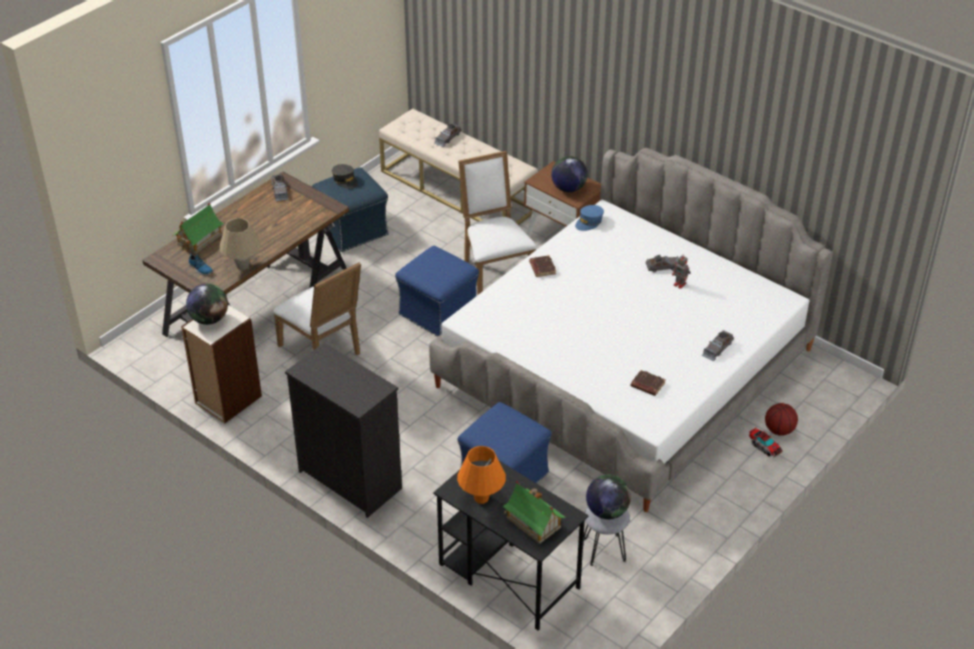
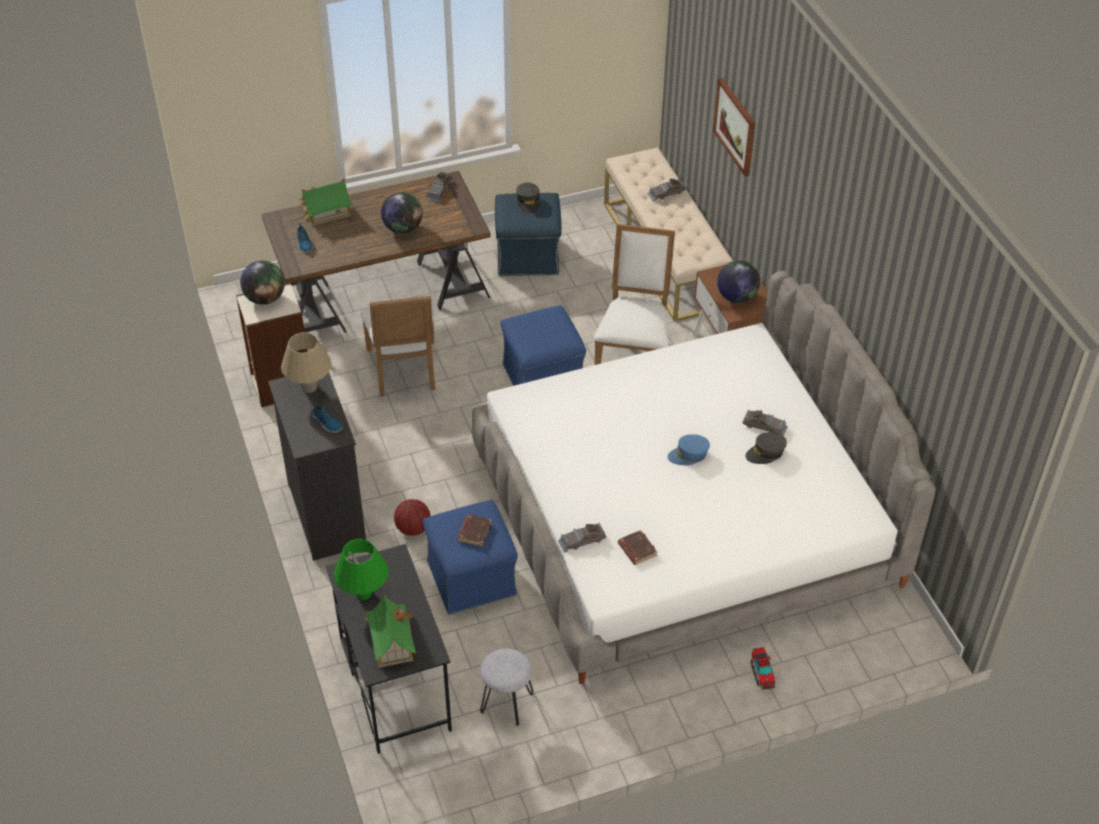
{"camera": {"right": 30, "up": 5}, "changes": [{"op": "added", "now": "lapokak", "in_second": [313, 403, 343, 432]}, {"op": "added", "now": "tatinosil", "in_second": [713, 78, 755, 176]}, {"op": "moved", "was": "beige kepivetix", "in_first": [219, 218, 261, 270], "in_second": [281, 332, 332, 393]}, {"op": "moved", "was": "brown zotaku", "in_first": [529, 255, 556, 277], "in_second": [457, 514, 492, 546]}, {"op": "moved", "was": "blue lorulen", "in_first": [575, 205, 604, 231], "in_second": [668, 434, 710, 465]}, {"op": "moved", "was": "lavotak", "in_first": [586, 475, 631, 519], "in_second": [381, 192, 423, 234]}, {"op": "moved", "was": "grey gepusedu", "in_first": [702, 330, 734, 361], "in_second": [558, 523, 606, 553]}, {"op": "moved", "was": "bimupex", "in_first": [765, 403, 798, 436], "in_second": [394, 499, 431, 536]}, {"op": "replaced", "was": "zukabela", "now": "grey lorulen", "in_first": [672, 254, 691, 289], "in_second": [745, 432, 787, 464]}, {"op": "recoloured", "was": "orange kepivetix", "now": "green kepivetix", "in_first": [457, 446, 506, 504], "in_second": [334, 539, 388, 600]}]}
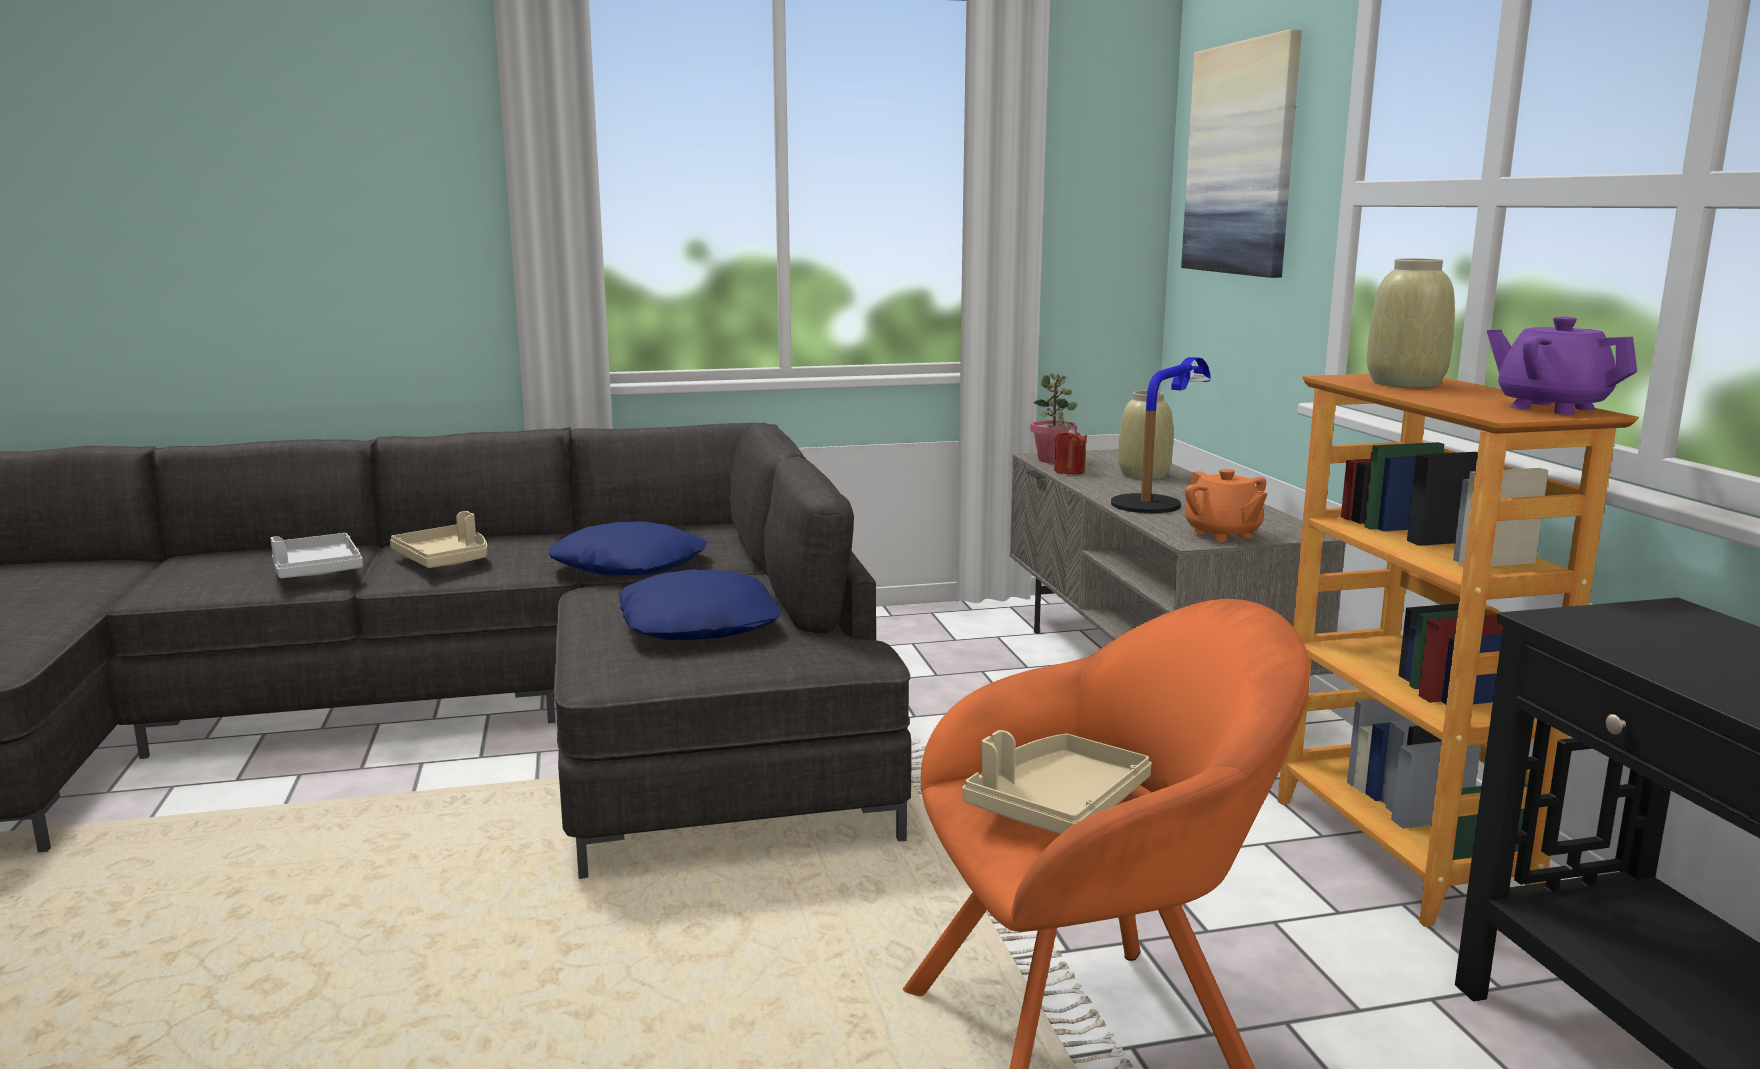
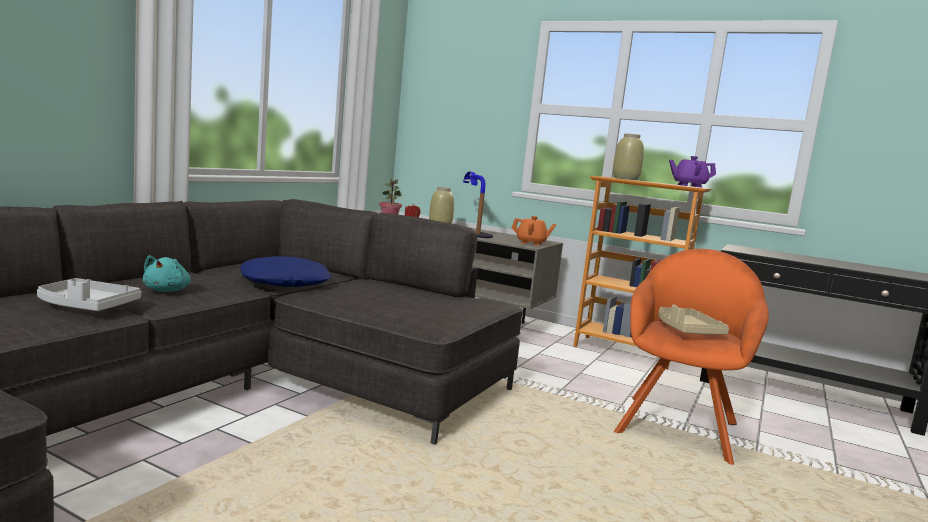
{"camera": {"right": -50, "up": -5}, "changes": [{"op": "removed", "was": "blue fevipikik", "in_first": [618, 569, 780, 640]}, {"op": "removed", "was": "tatinosil", "in_first": [1181, 29, 1302, 278]}, {"op": "replaced", "was": "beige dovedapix", "now": "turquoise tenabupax", "in_first": [390, 511, 488, 568], "in_second": [143, 255, 191, 292]}]}
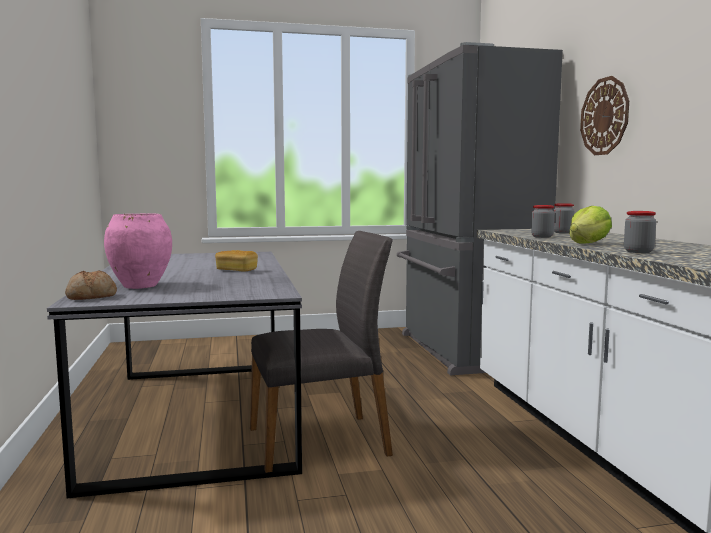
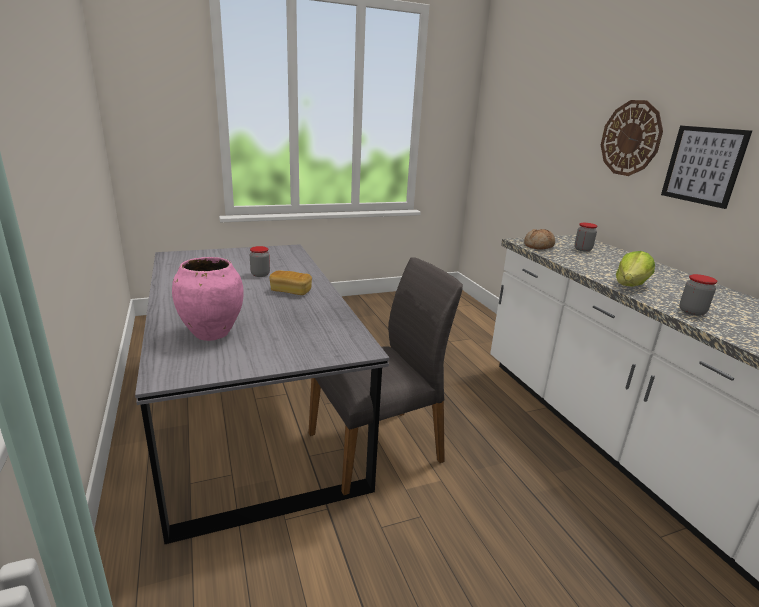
{"camera": {"right": -10, "up": 15}, "changes": [{"op": "removed", "was": "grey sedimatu", "in_first": [397, 42, 563, 375]}, {"op": "added", "now": "tatinosil", "in_second": [661, 126, 752, 209]}, {"op": "moved", "was": "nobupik", "in_first": [65, 271, 117, 300], "in_second": [524, 229, 555, 249]}, {"op": "moved", "was": "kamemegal", "in_first": [531, 205, 555, 238], "in_second": [250, 246, 270, 277]}]}
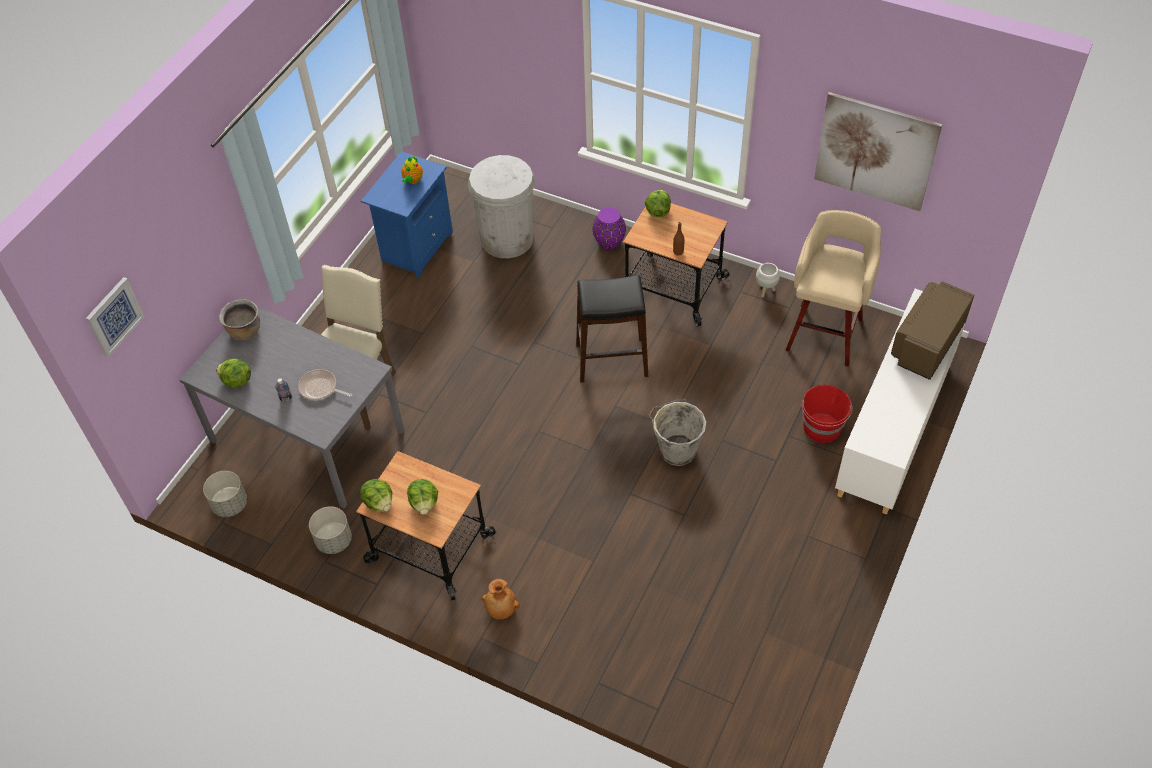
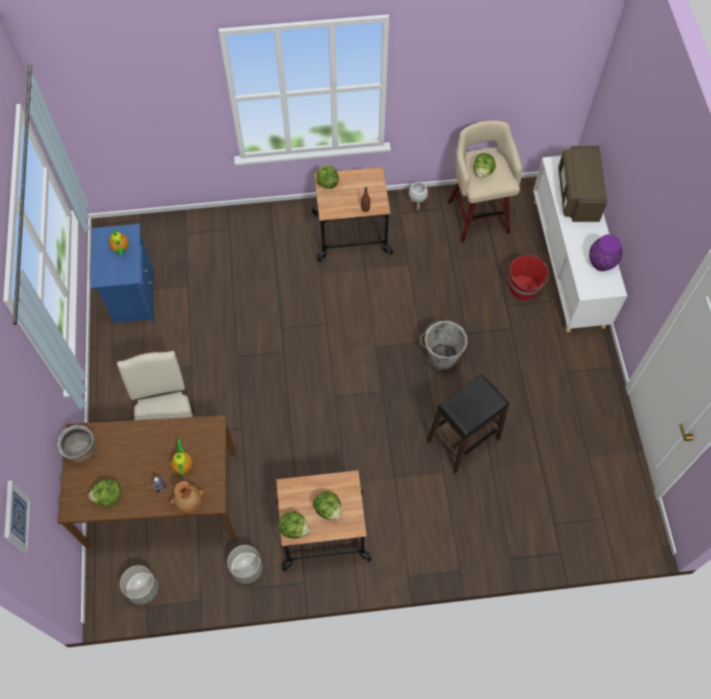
{"camera": {"right": -35, "up": 10}, "changes": [{"op": "removed", "was": "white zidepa", "in_first": [468, 155, 535, 258]}, {"op": "removed", "was": "tatinosil", "in_first": [814, 92, 943, 211]}, {"op": "added", "now": "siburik", "in_second": [474, 153, 496, 178]}, {"op": "moved", "was": "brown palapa", "in_first": [481, 579, 520, 619], "in_second": [170, 481, 205, 514]}, {"op": "moved", "was": "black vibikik", "in_first": [576, 275, 648, 383], "in_second": [427, 374, 509, 473]}, {"op": "moved", "was": "purple palapa", "in_first": [593, 207, 626, 249], "in_second": [589, 234, 622, 271]}, {"op": "replaced", "was": "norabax", "now": "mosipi", "in_first": [298, 369, 352, 401], "in_second": [171, 439, 193, 477]}, {"op": "recoloured", "was": "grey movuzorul", "now": "brown movuzorul", "in_first": [179, 306, 404, 509], "in_second": [58, 415, 236, 548]}]}
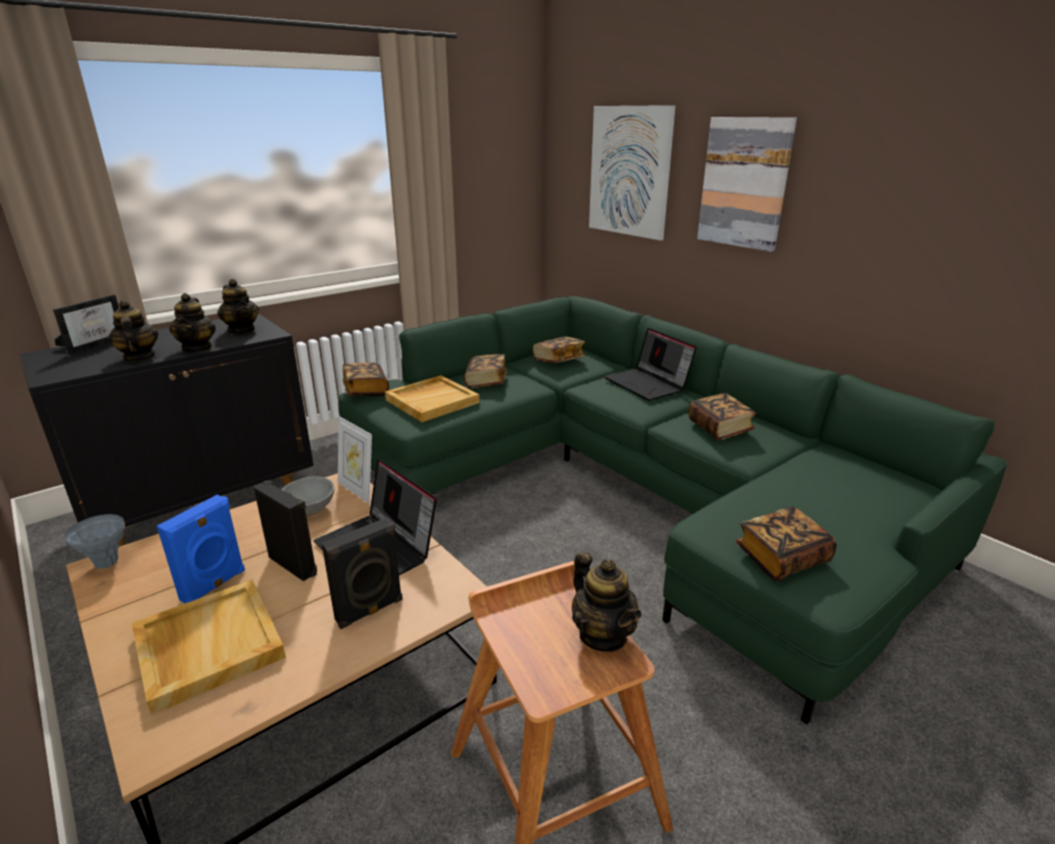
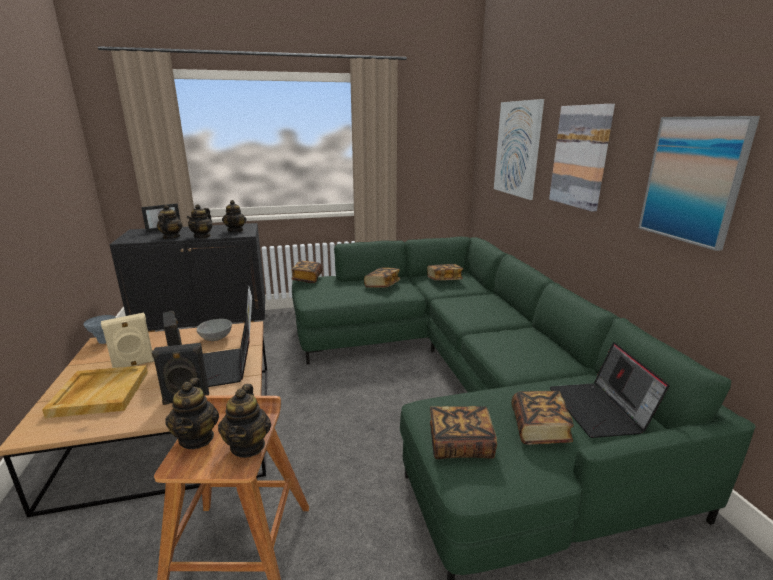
{"camera": {"right": 25, "up": -5}, "changes": [{"op": "removed", "was": "beige dovedapix", "in_first": [385, 375, 480, 422]}, {"op": "added", "now": "mosipi", "in_second": [165, 378, 219, 449]}, {"op": "added", "now": "tatinosil", "in_second": [639, 116, 760, 251]}, {"op": "moved", "was": "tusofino", "in_first": [604, 328, 697, 401], "in_second": [549, 342, 669, 438]}, {"op": "moved", "was": "zotaku", "in_first": [688, 393, 756, 440], "in_second": [511, 391, 574, 445]}, {"op": "recoloured", "was": "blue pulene", "now": "beige pulene", "in_first": [157, 494, 245, 603], "in_second": [101, 313, 154, 368]}]}
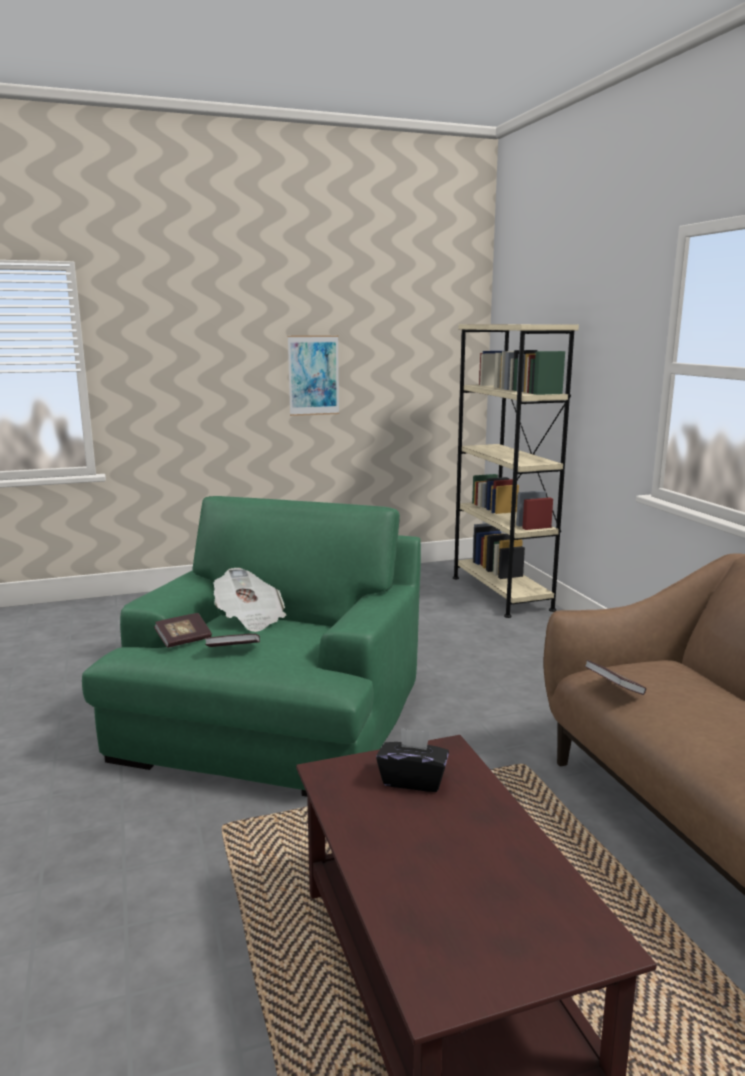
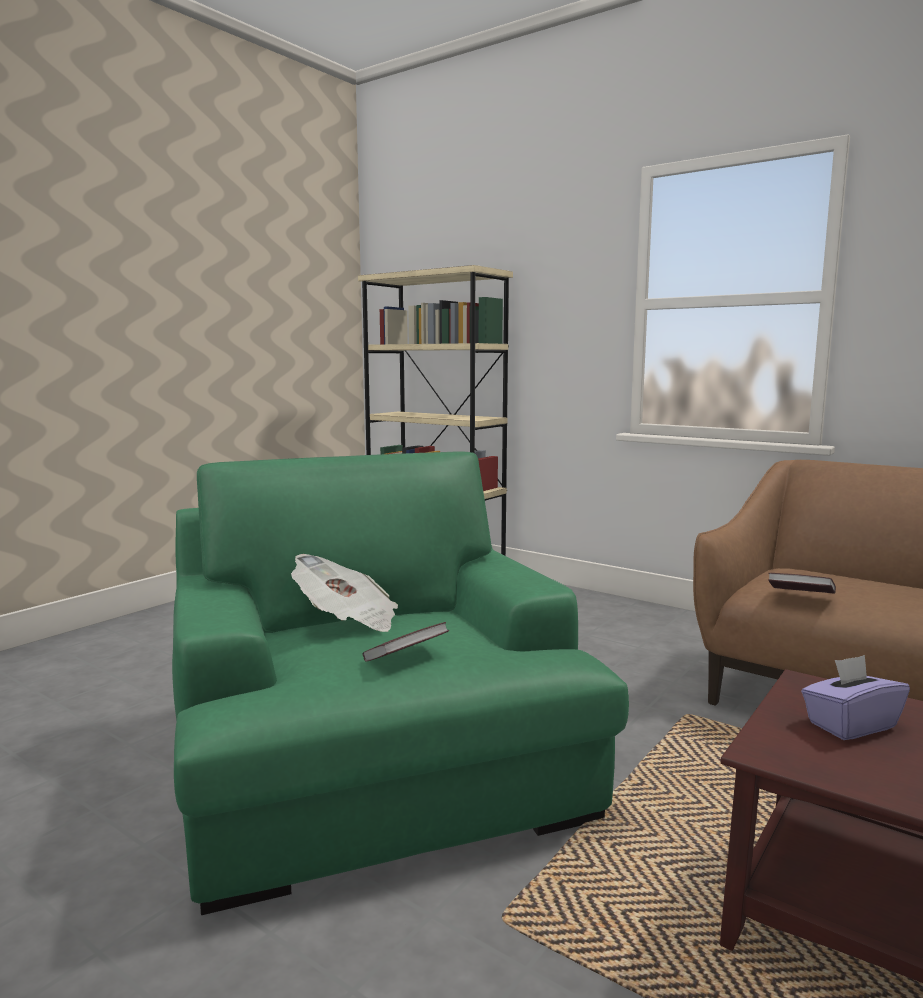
{"camera": {"right": -35, "up": -5}, "changes": [{"op": "removed", "was": "zotaku", "in_first": [154, 613, 212, 648]}, {"op": "removed", "was": "tatinosil", "in_first": [288, 335, 339, 416]}, {"op": "recoloured", "was": "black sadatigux", "now": "purple sadatigux", "in_first": [376, 728, 449, 792], "in_second": [801, 655, 910, 740]}]}
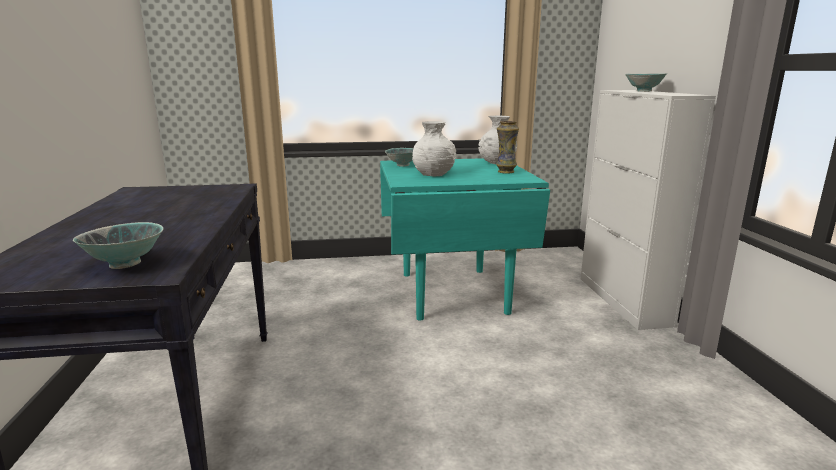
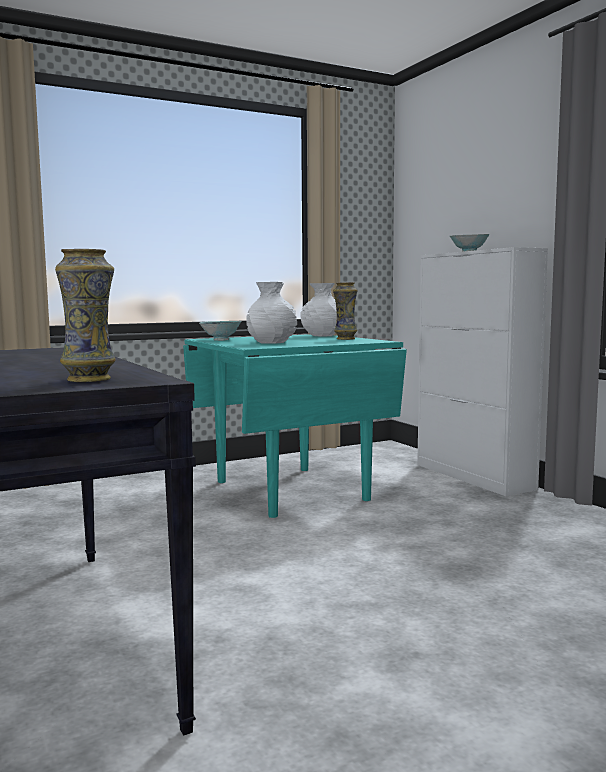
{"camera": {"right": -20, "up": -10}, "changes": [{"op": "replaced", "was": "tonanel", "now": "palapa", "in_first": [73, 222, 164, 269], "in_second": [55, 249, 116, 382]}]}
